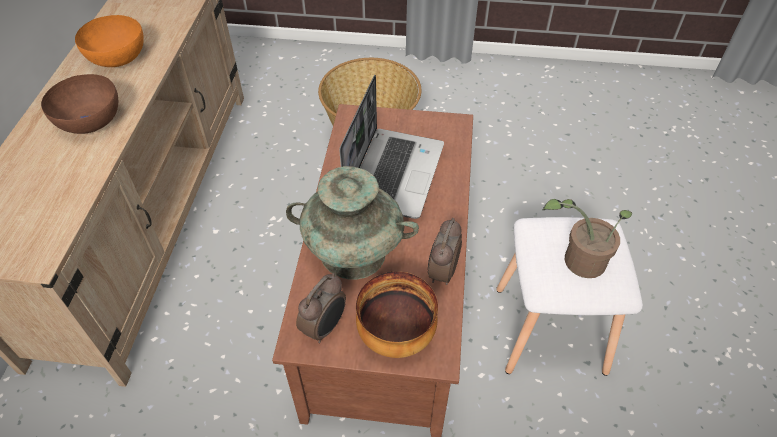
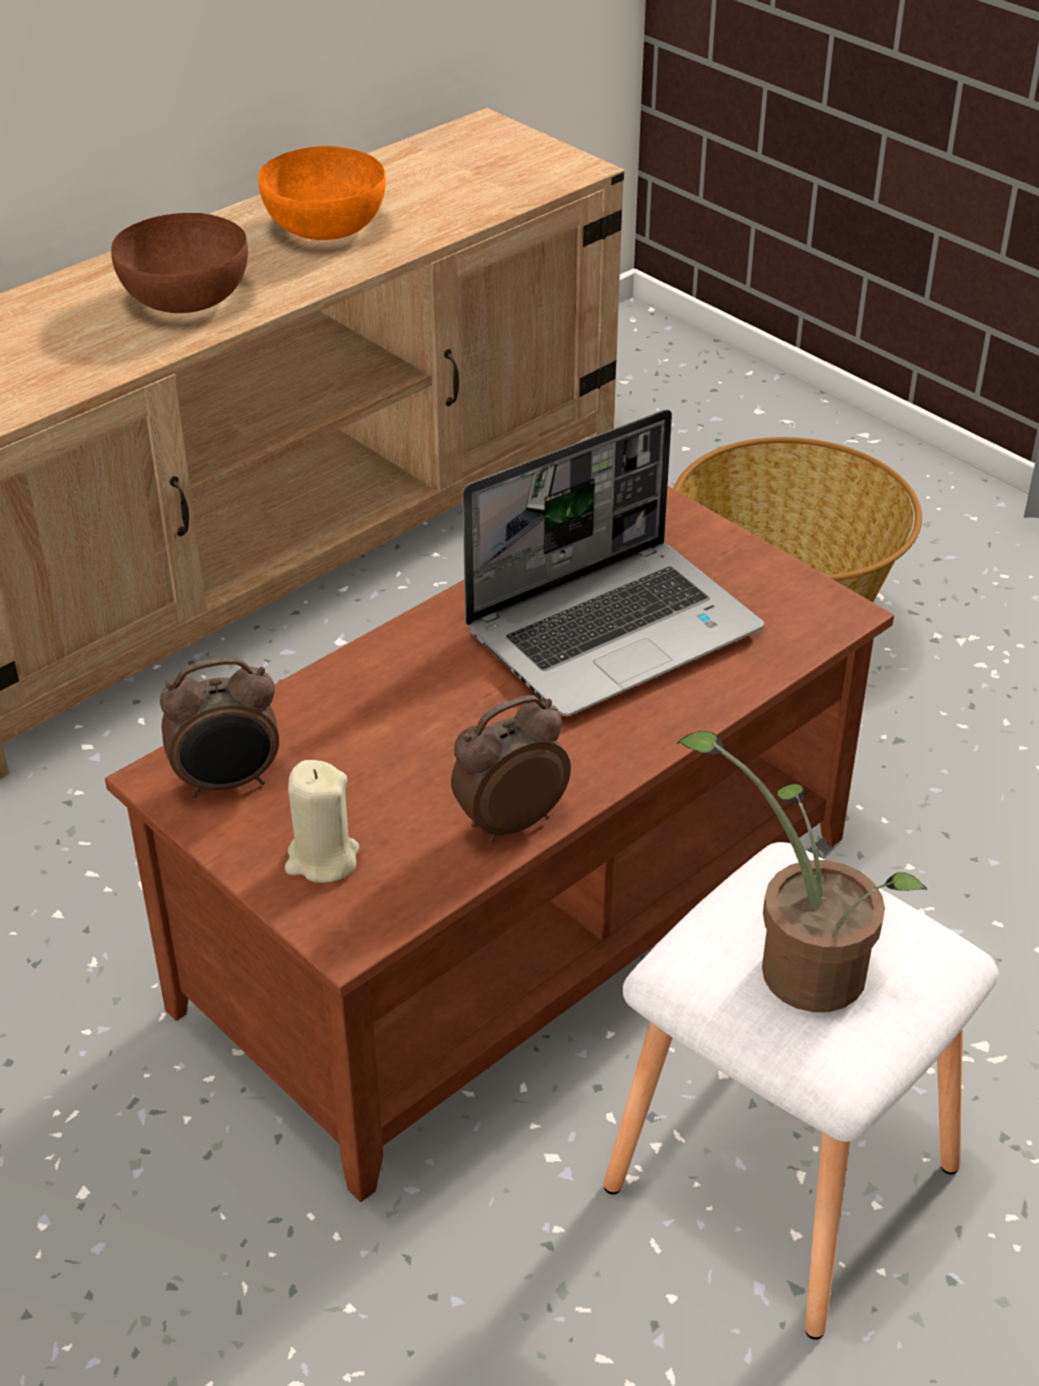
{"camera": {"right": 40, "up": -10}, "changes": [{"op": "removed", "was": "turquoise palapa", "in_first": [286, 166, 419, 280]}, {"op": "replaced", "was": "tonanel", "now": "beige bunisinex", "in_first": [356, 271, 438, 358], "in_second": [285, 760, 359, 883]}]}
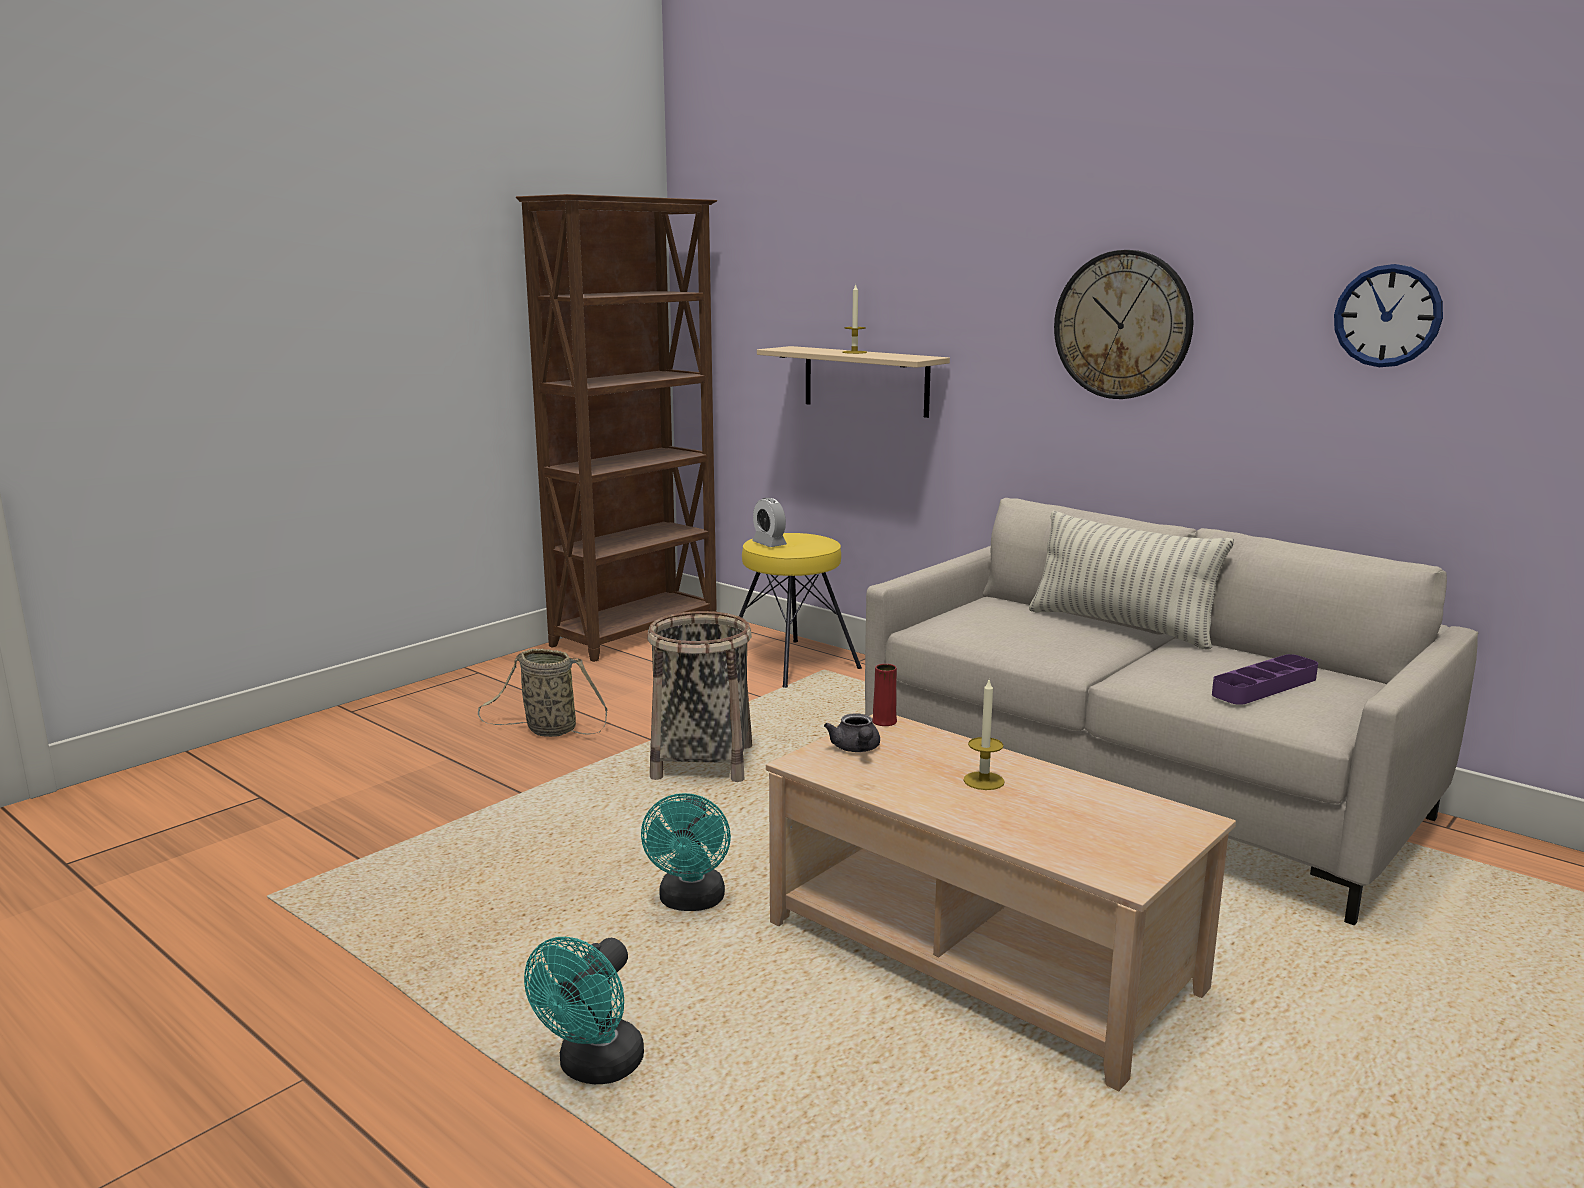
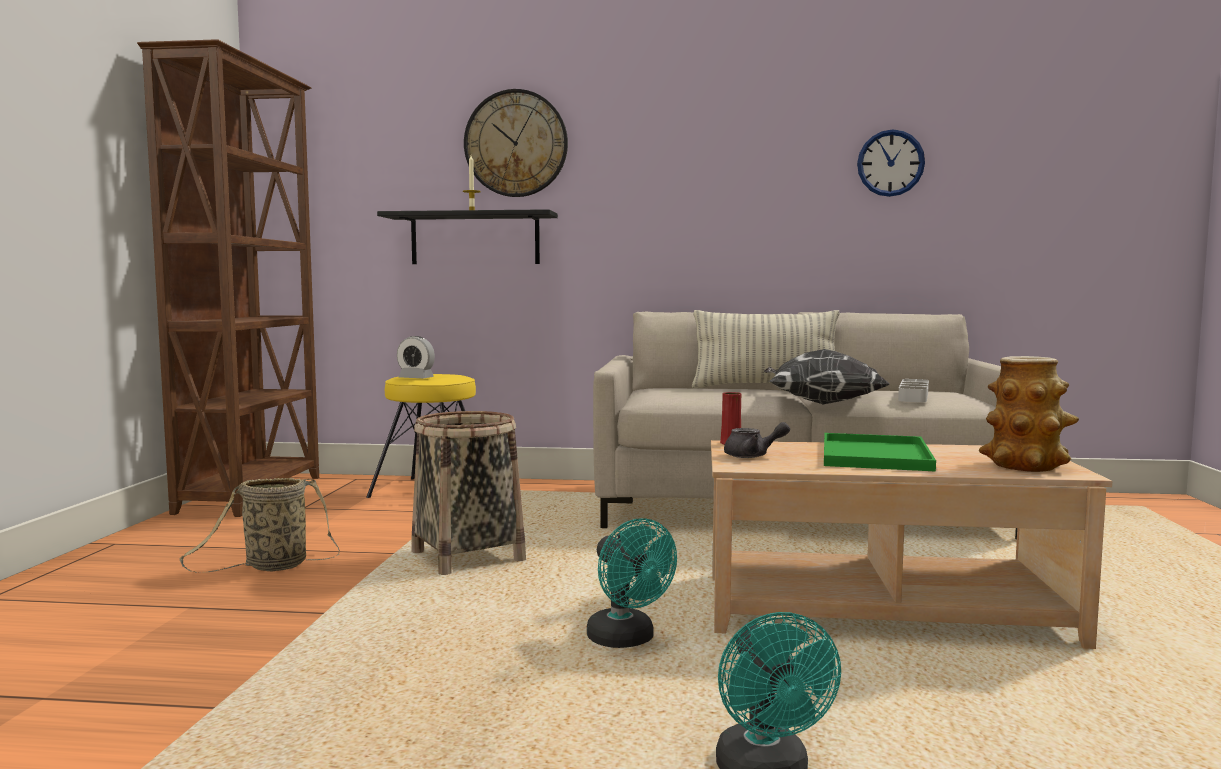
{"camera": {"right": -35, "up": -10}, "changes": [{"op": "added", "now": "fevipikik", "in_second": [764, 349, 890, 404]}, {"op": "added", "now": "palapa", "in_second": [979, 356, 1079, 472]}, {"op": "moved", "was": "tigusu", "in_first": [1054, 250, 1193, 399], "in_second": [464, 89, 568, 197]}, {"op": "replaced", "was": "bunisinex", "now": "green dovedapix", "in_first": [963, 680, 1005, 790], "in_second": [824, 433, 936, 472]}, {"op": "recoloured", "was": "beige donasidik", "now": "black donasidik", "in_first": [757, 346, 950, 418], "in_second": [377, 209, 558, 264]}, {"op": "recoloured", "was": "purple dovedapix", "now": "grey dovedapix", "in_first": [1212, 654, 1318, 705], "in_second": [898, 379, 929, 402]}, {"op": "turned", "was": "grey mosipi", "in_first": [824, 713, 880, 752], "in_second": [724, 422, 790, 458], "clockwise": -45}]}
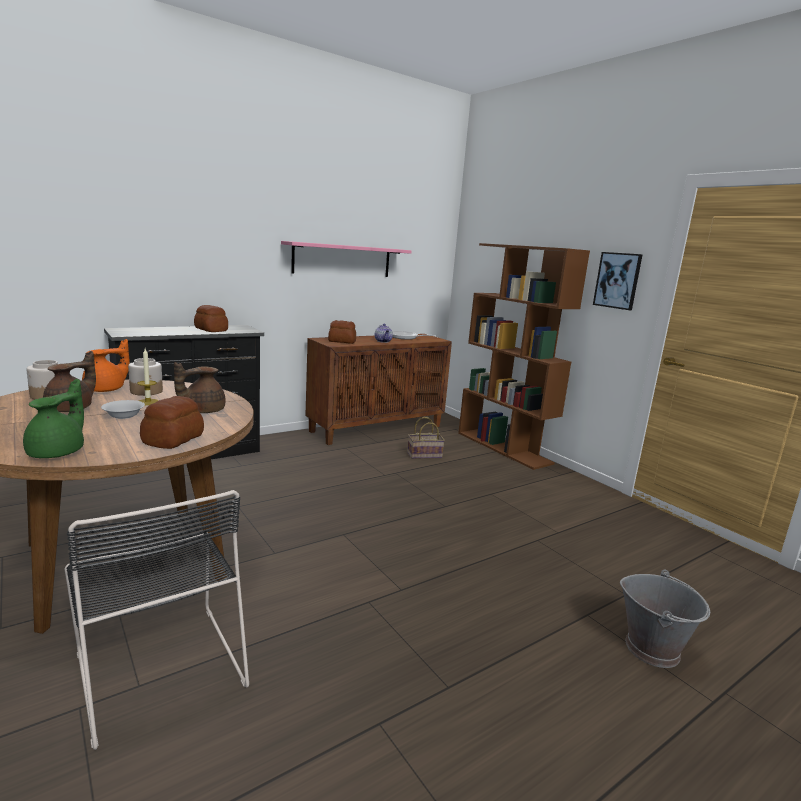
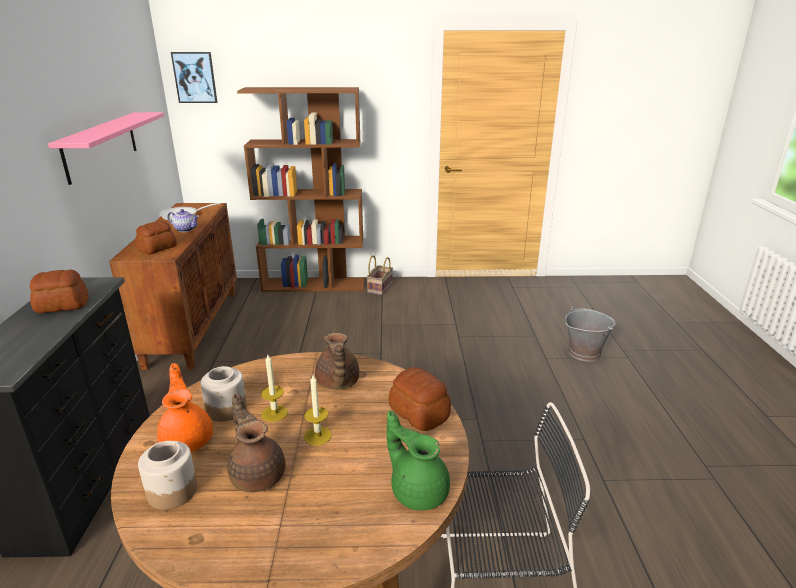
{"camera": {"right": -55, "up": 10}, "changes": [{"op": "moved", "was": "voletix", "in_first": [407, 417, 445, 459], "in_second": [367, 255, 393, 295]}, {"op": "moved", "was": "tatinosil", "in_first": [593, 252, 643, 310], "in_second": [171, 52, 217, 103]}, {"op": "replaced", "was": "white tonanel", "now": "bunisinex", "in_first": [101, 400, 145, 419], "in_second": [304, 375, 332, 445]}]}
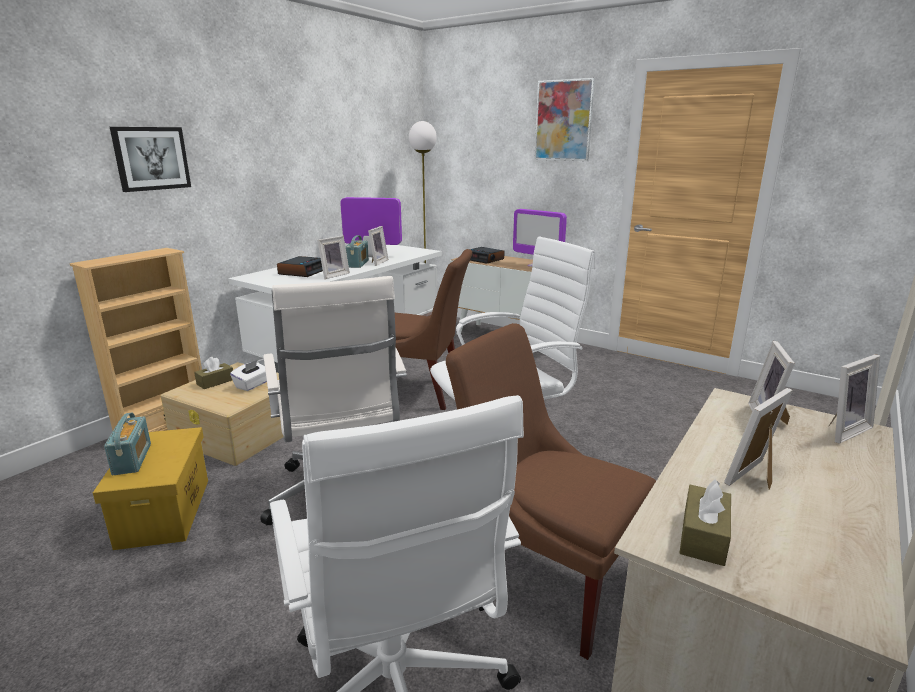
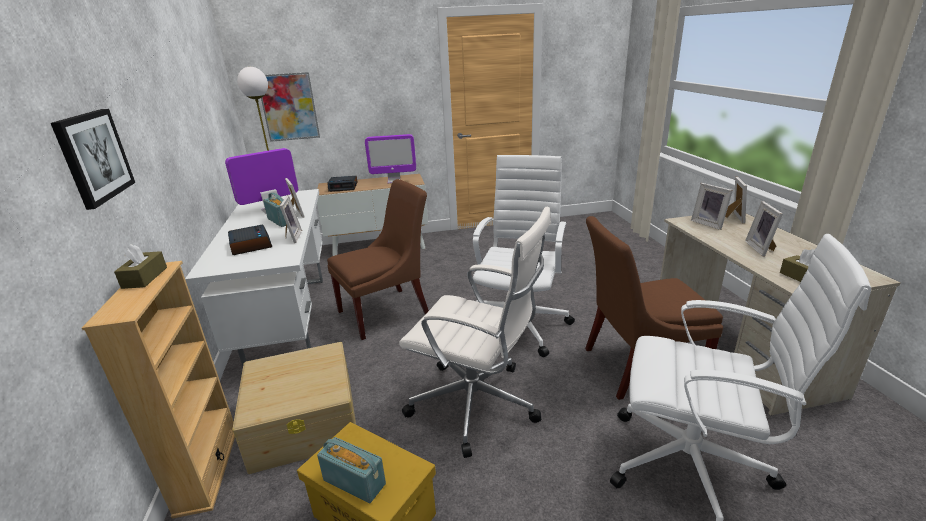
{"camera": {"right": -45, "up": 5}, "changes": [{"op": "removed", "was": "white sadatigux", "in_first": [230, 360, 267, 391]}, {"op": "moved", "was": "brown sadatigux", "in_first": [194, 357, 233, 389], "in_second": [114, 244, 167, 289]}, {"op": "moved", "was": "tatinosil", "in_first": [534, 78, 595, 161], "in_second": [261, 72, 320, 142]}]}
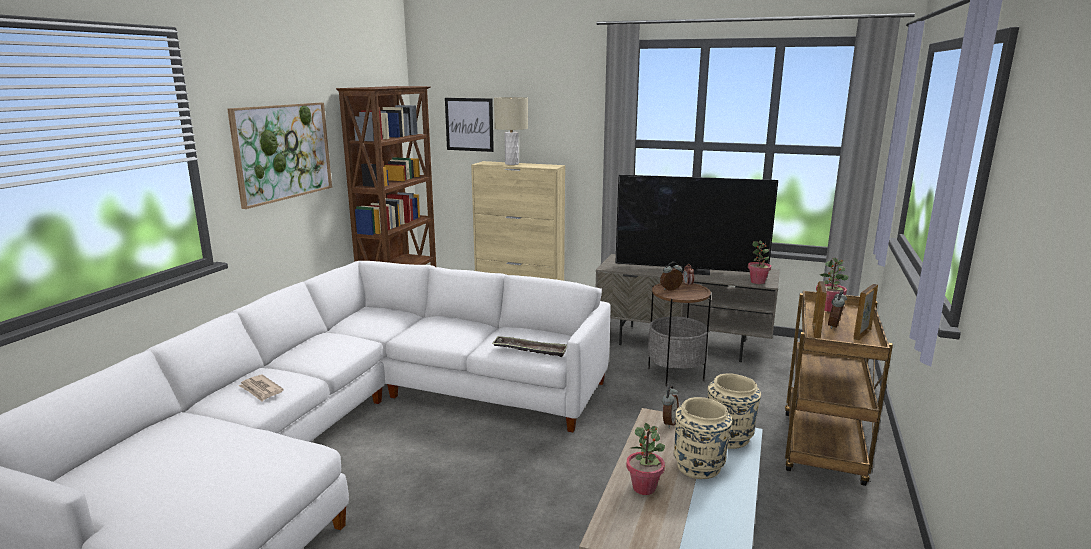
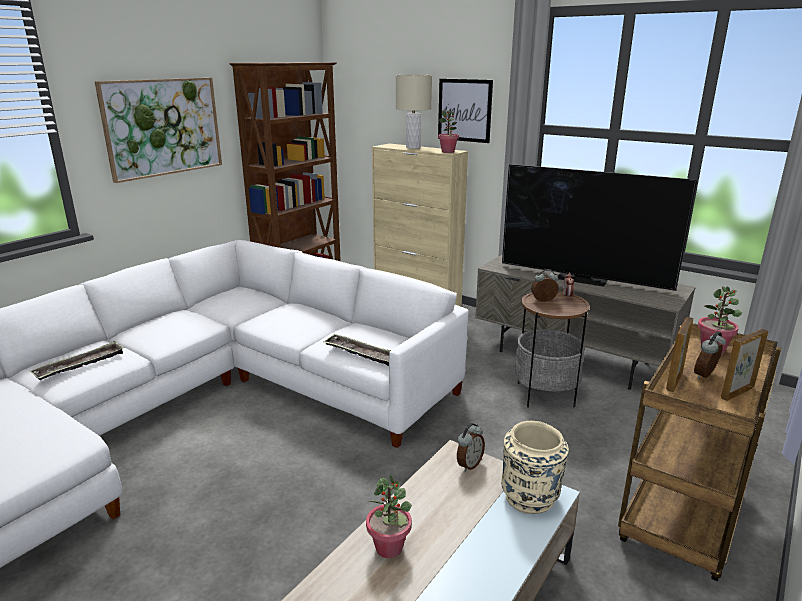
{"camera": {"right": 15, "up": 5}, "changes": [{"op": "removed", "was": "beige palapa", "in_first": [674, 397, 732, 479]}, {"op": "moved", "was": "tatinosil", "in_first": [445, 98, 494, 152], "in_second": [438, 79, 493, 143]}, {"op": "moved", "was": "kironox", "in_first": [748, 241, 771, 284], "in_second": [438, 110, 459, 153]}, {"op": "replaced", "was": "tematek", "now": "dovedapix", "in_first": [238, 375, 284, 401], "in_second": [30, 341, 125, 380]}]}
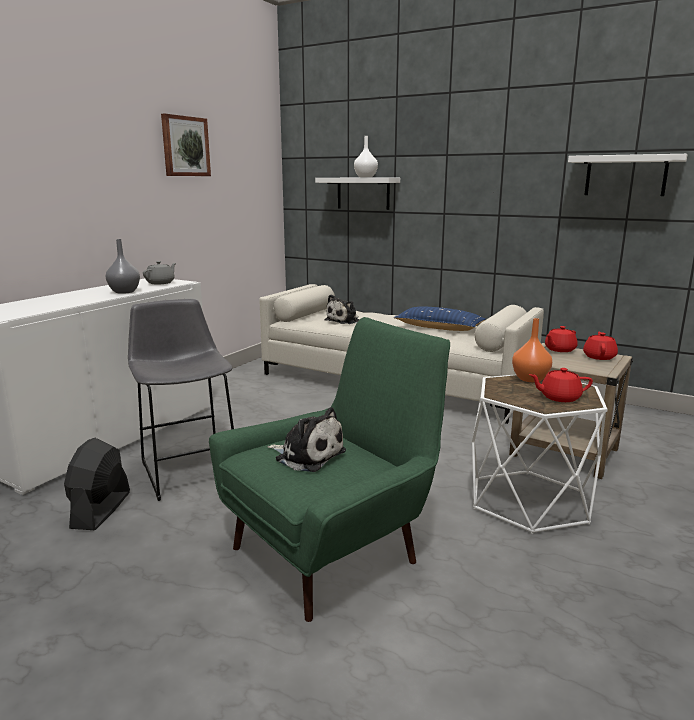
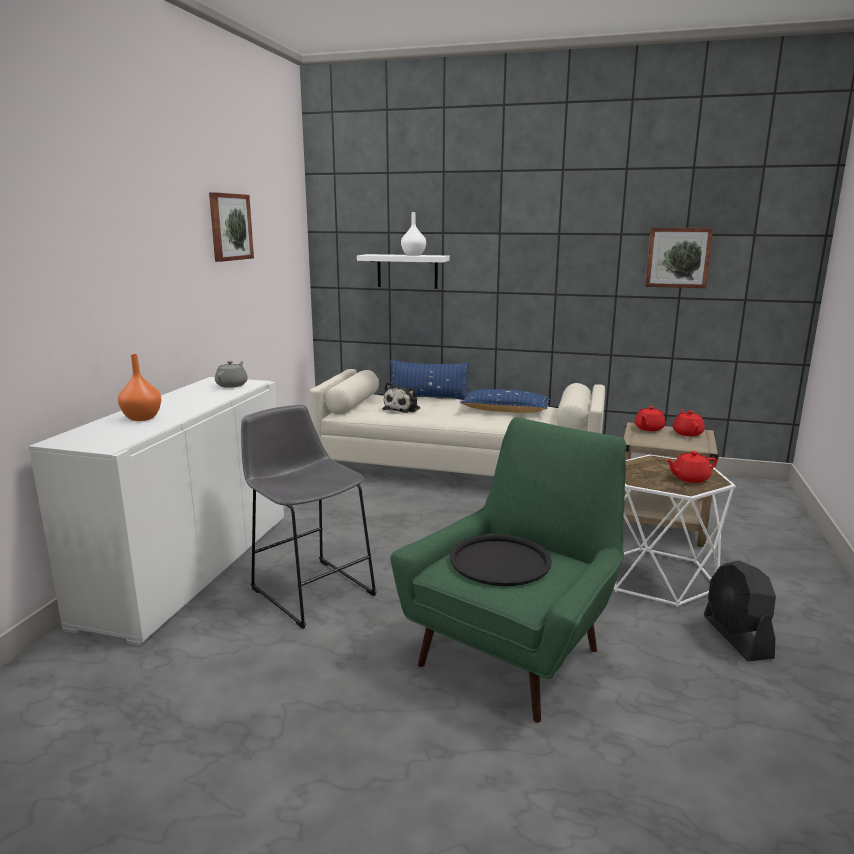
{"camera": {"right": -15, "up": 0}, "changes": [{"op": "removed", "was": "grey palapa", "in_first": [106, 239, 140, 294]}, {"op": "added", "now": "blue fevipikik", "in_second": [390, 360, 469, 400]}, {"op": "moved", "was": "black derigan", "in_first": [64, 438, 130, 530], "in_second": [704, 561, 776, 661]}, {"op": "moved", "was": "orange palapa", "in_first": [512, 318, 552, 382], "in_second": [118, 354, 162, 421]}, {"op": "replaced", "was": "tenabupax", "now": "black dovedapix", "in_first": [267, 407, 346, 472], "in_second": [450, 534, 552, 586]}, {"op": "replaced", "was": "white donasidik", "now": "tatinosil", "in_first": [568, 154, 687, 196], "in_second": [645, 228, 714, 288]}]}
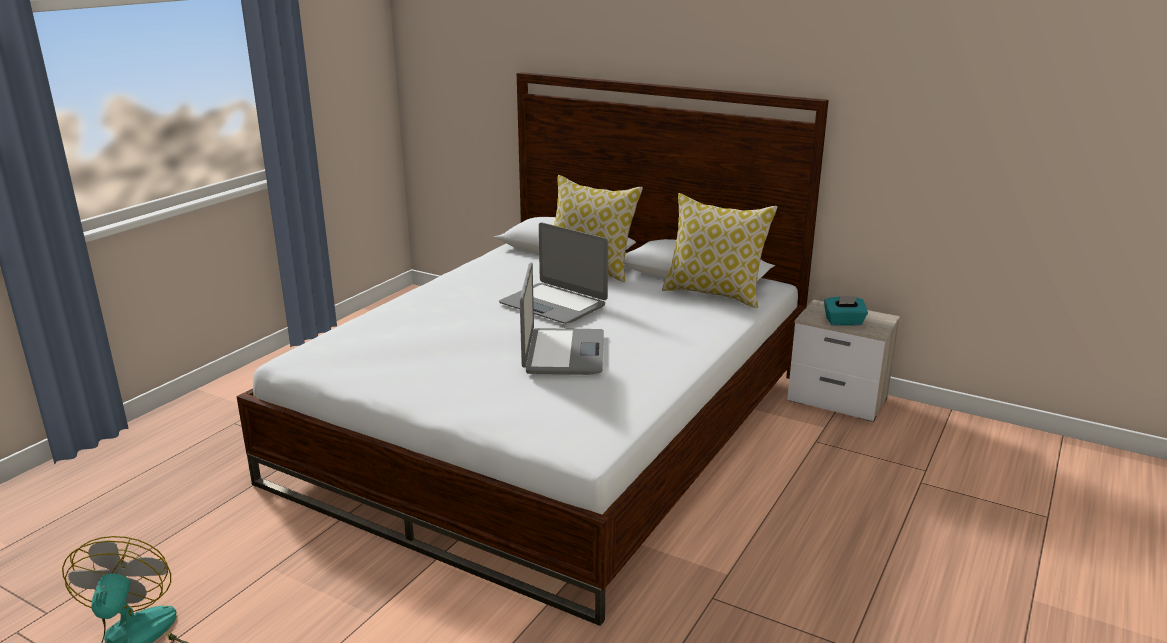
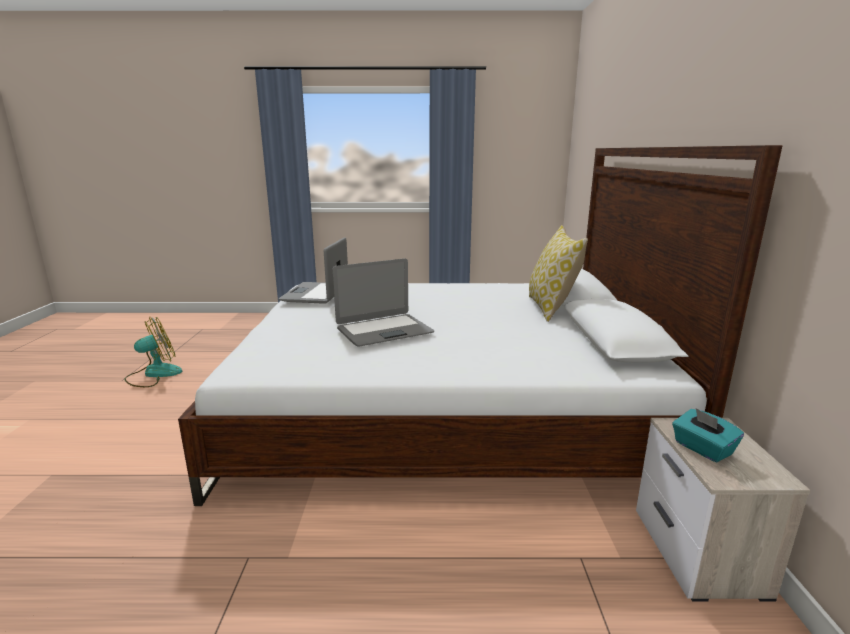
{"camera": {"right": 60, "up": -5}, "changes": [{"op": "removed", "was": "fevipikik", "in_first": [662, 193, 777, 308]}, {"op": "moved", "was": "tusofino", "in_first": [499, 222, 608, 324], "in_second": [279, 238, 348, 304]}]}
